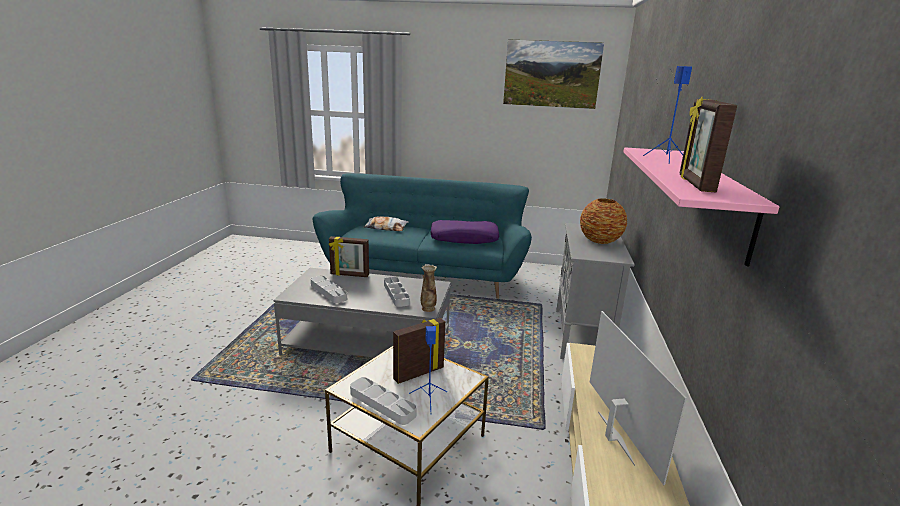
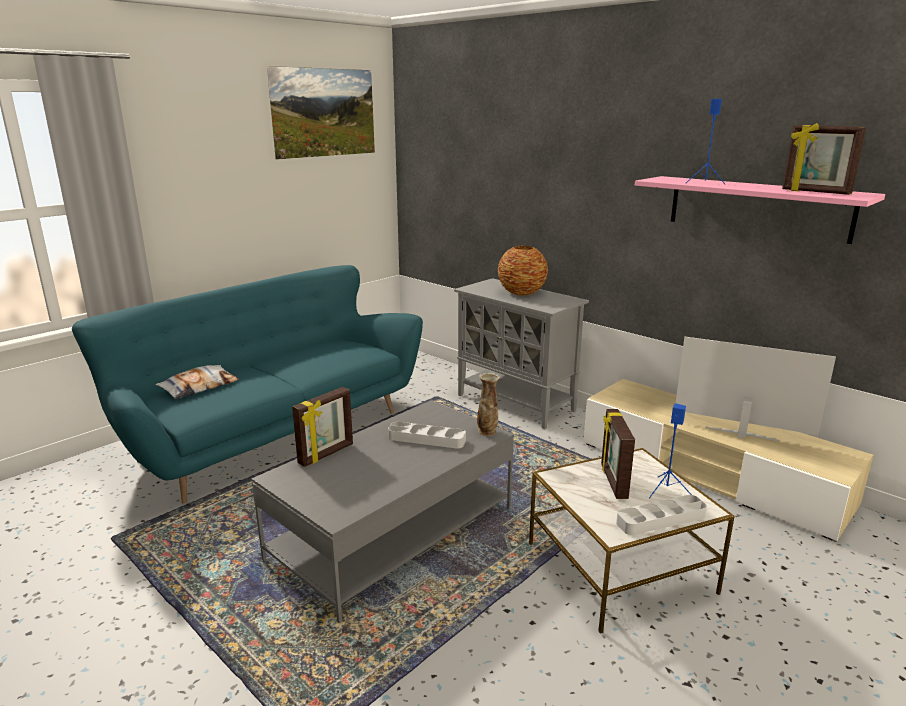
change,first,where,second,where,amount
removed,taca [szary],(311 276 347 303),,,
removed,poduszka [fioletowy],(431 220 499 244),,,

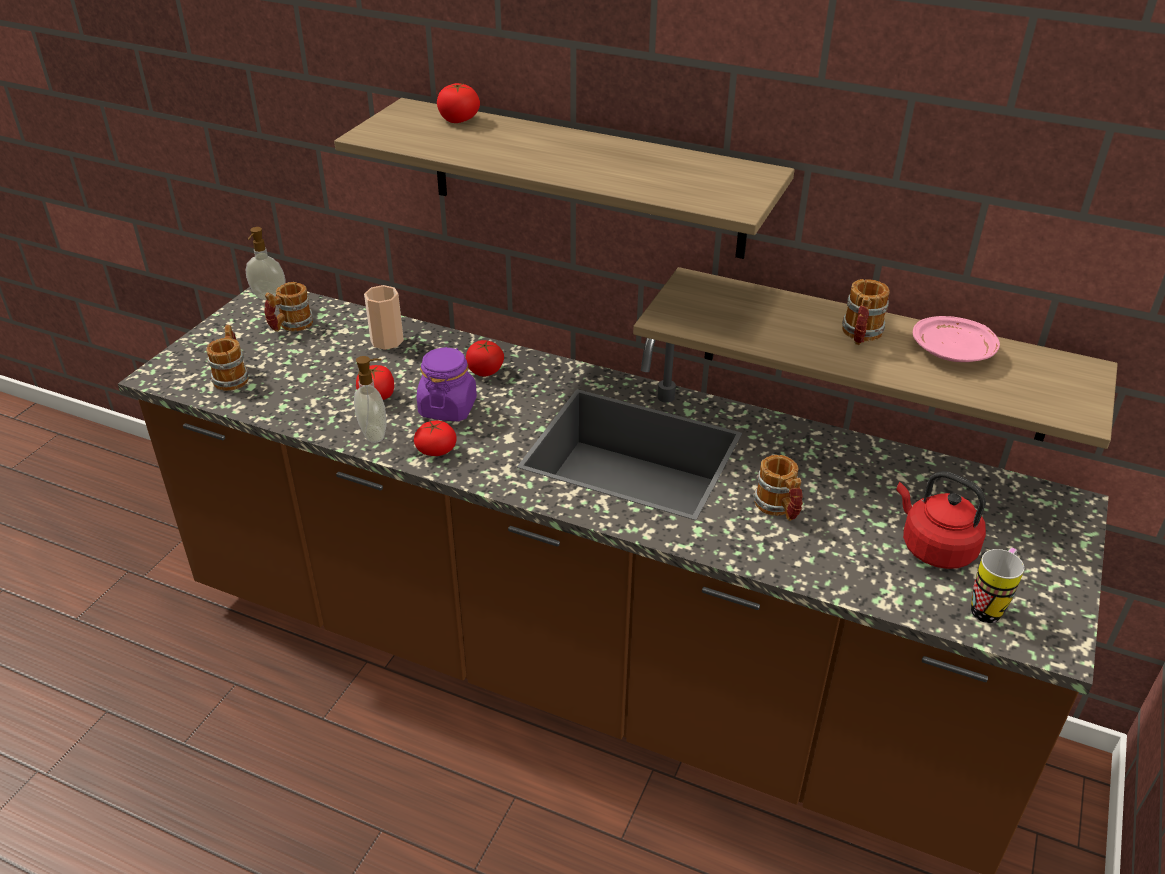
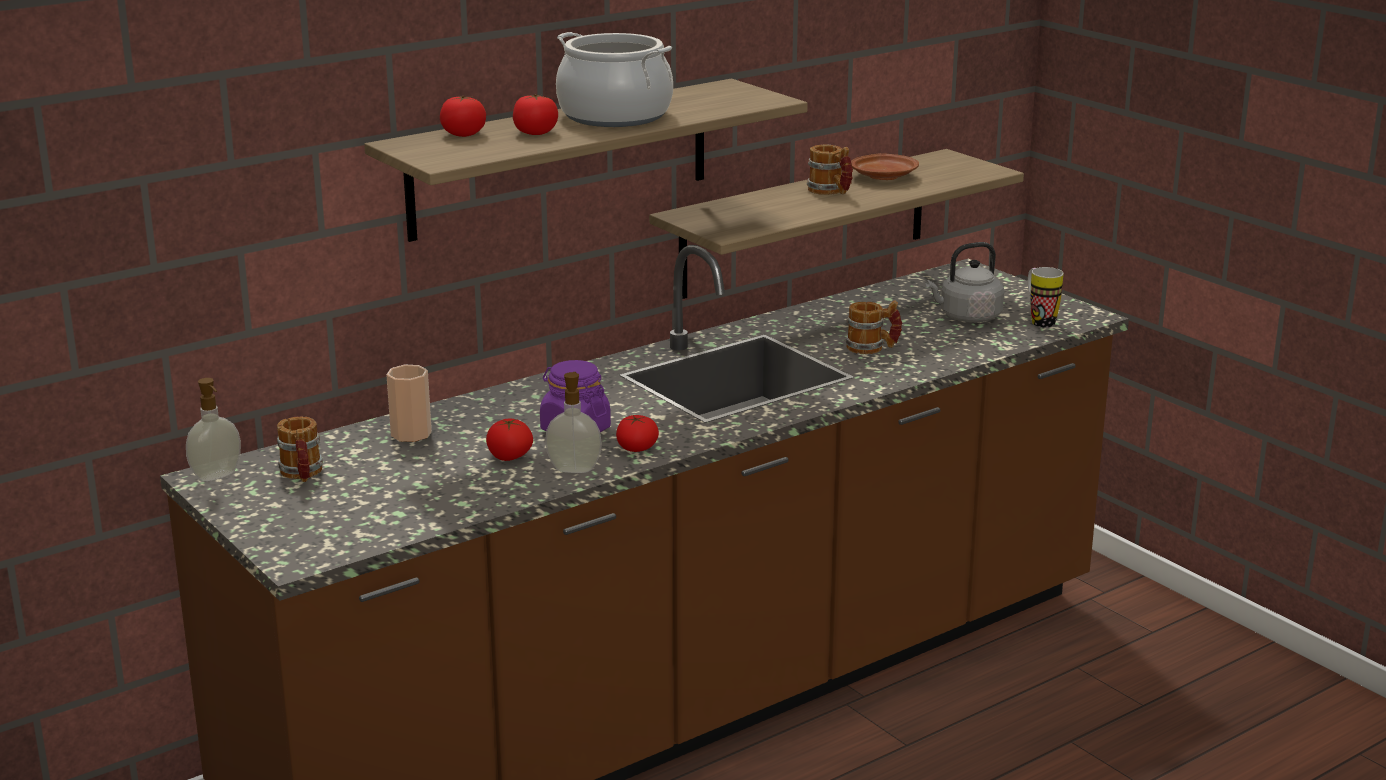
change,first,where,second,where,amount
removed,kubek,(206 325 249 391),,,
moved,pomidor,(466 340 504 377),,(513 94 558 135),
recoloured,czajnik [czerwony],(896 471 986 569),czajnik [szary],(925 242 1004 322),
recoloured,talerz [różowy],(913 316 1000 362),talerz [brązowy],(851 153 919 180),
added,,,garnek,(556 32 673 127),

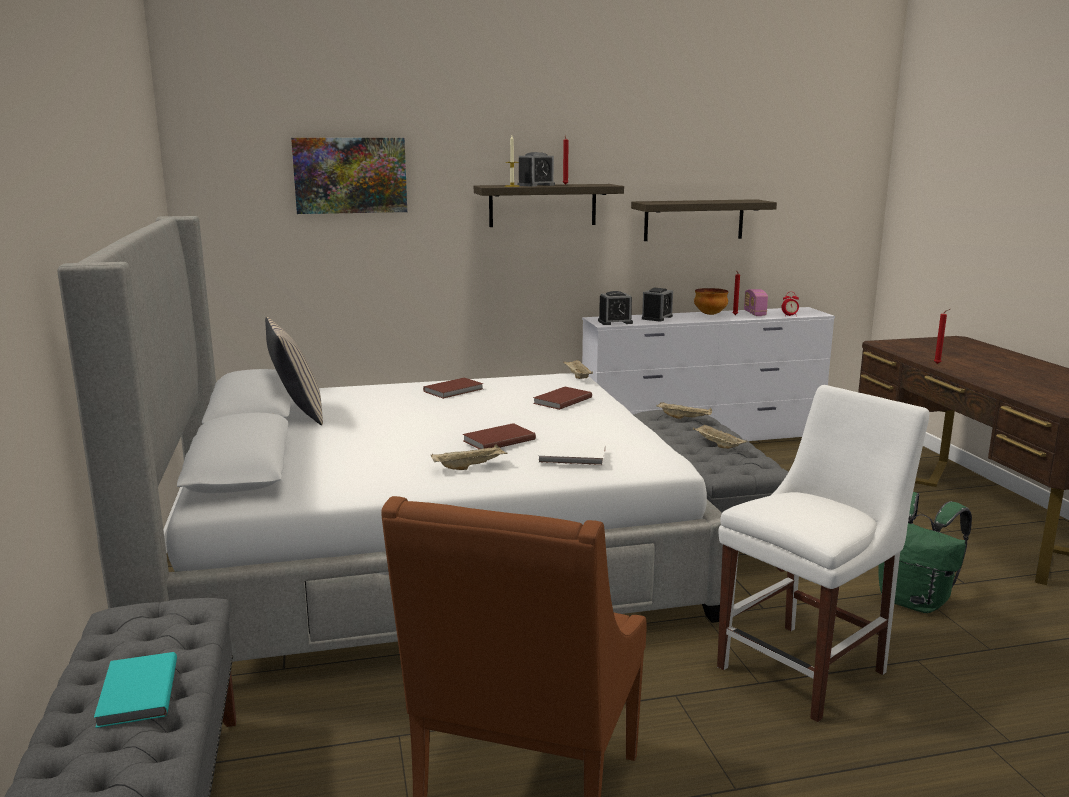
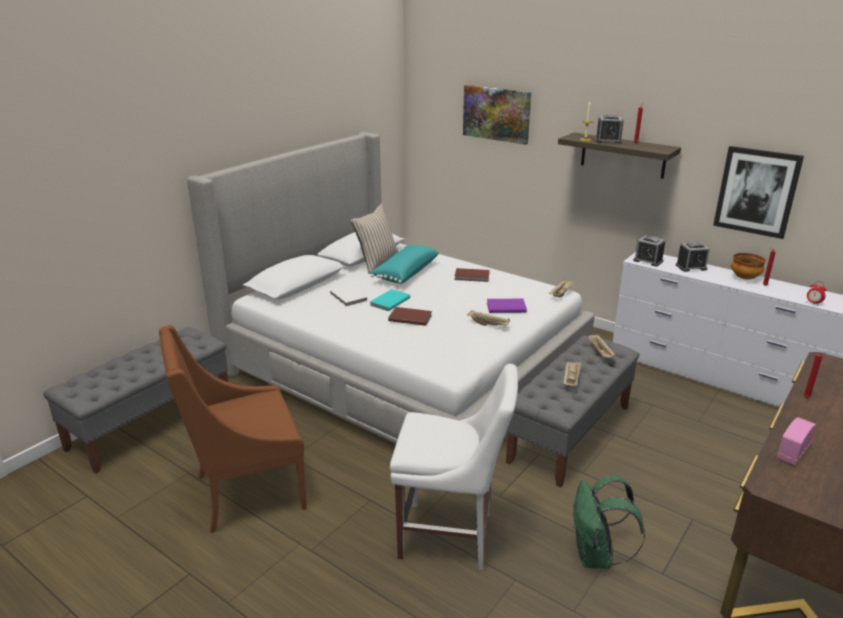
change,first,where,second,where,amount
moved,książka [turkusowy],(94 652 177 728),,(370 289 410 311),
moved,taca [beżowy],(431 444 508 470),,(467 310 510 326),
recoloured,książka [brązowy],(533 387 592 410),książka [fioletowy],(487 299 527 313),
moved,książka [biały],(538 442 605 466),,(330 285 367 307),
replaced,półka,(631 199 777 241),obraz,(713 146 804 239),
moved,radio,(744 289 768 316),,(777 417 816 465),
added,,,poduszka [turkusowy],(370 245 439 284),

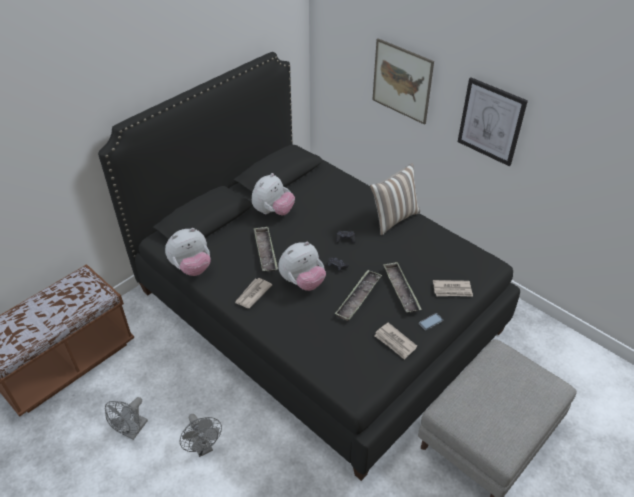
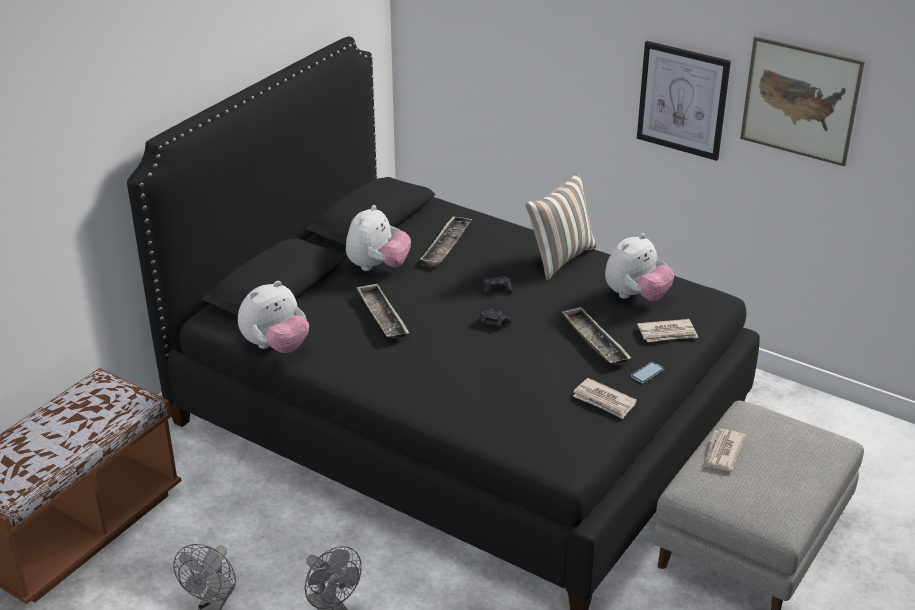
change,first,where,second,where,amount
moved,gazeta,(235 278 272 308),,(704 429 746 471),
moved,pluszak,(278 242 326 291),,(605 233 674 301),
moved,taca,(335 270 382 321),,(420 216 472 267),
moved,obraz,(372 38 434 125),,(740 36 865 167),

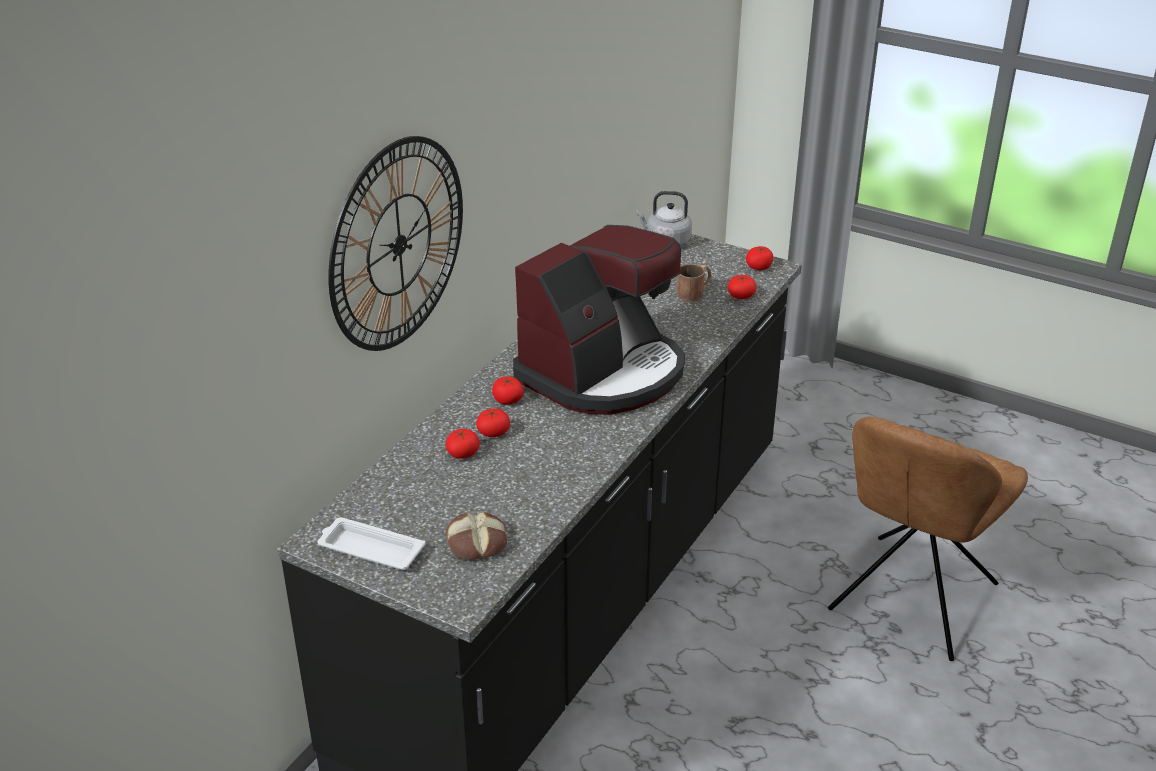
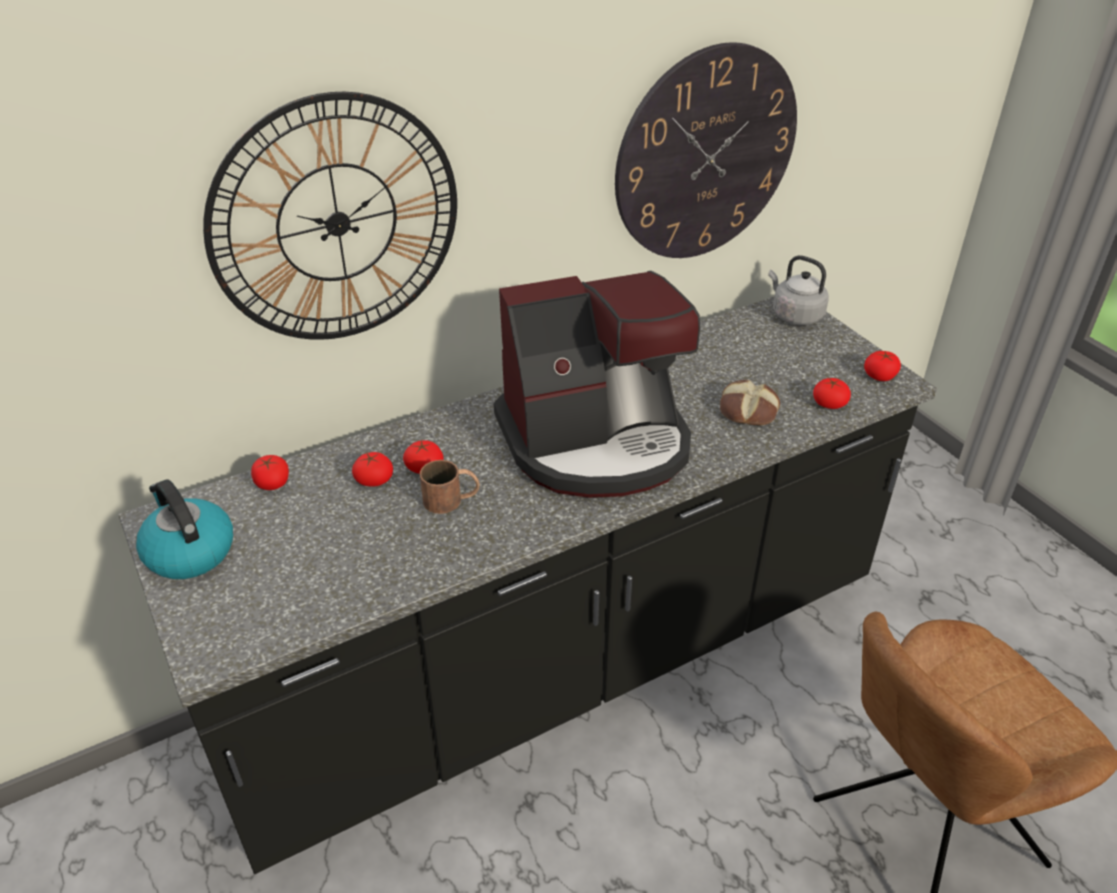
change,first,where,second,where,amount
replaced,taca [biały],(317 517 425 570),czajnik,(136 479 233 579),
moved,chleb,(446 512 507 560),,(720 380 780 425),
moved,pomidor,(492 377 524 404),,(251 455 289 490),
moved,kubek [brązowy],(676 264 712 301),,(420 460 480 514),
added,,,zegar ścienny,(615 42 797 258),

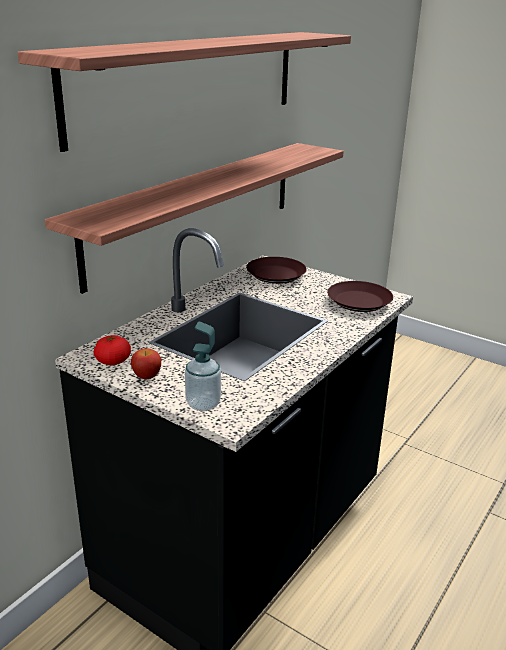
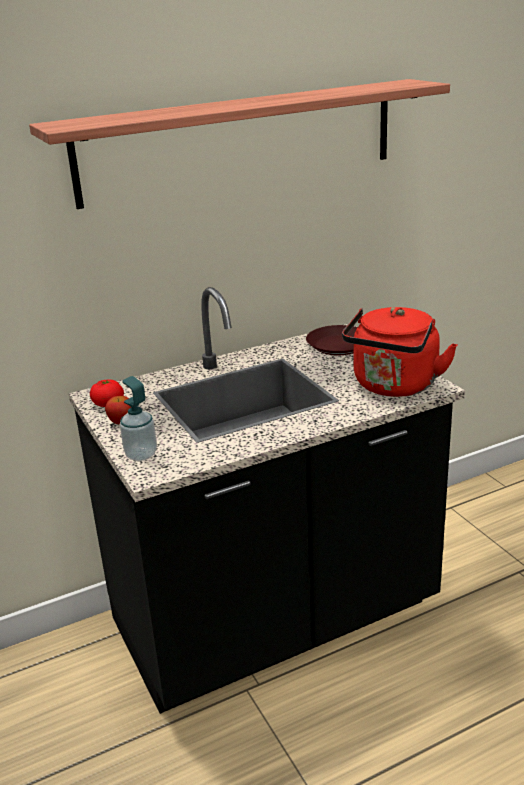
change,first,where,second,where,amount
removed,półka,(45 143 344 294),,,
replaced,talerz [brązowy],(327 281 393 312),czajnik [czerwony],(342 307 457 397),

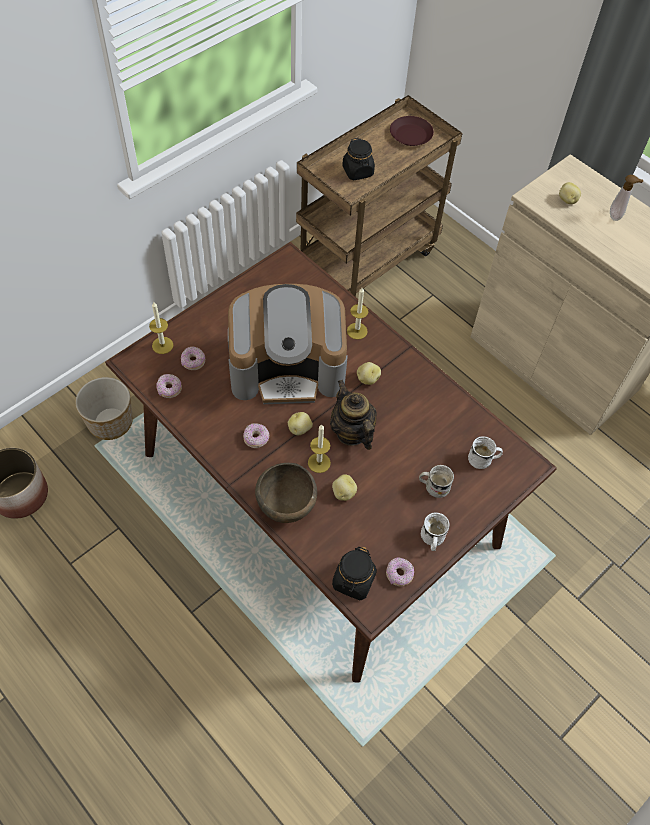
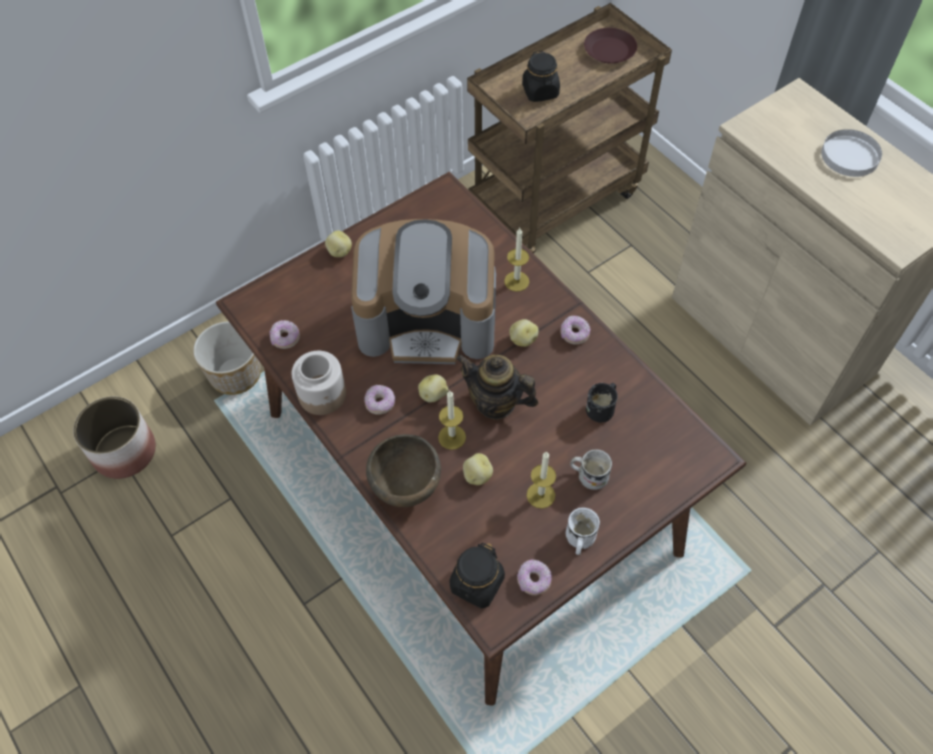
change,first,where,second,where,amount
moved,świeca,(149 302 173 354),,(527 451 556 509),
moved,donut,(181 347 205 370),,(560 315 590 345),
turned,imbryk,(330 380 377 450),,(456 354 538 419),45 degrees counterclockwise
removed,kubek [biały],(468 436 503 469),,,
moved,ziemniak,(559 182 581 204),,(325 231 352 257),
replaced,dozownik mydła,(610 175 643 221),talerz [biały],(821 129 882 177),
added,,,słoik,(291 351 346 415),
added,,,kubek [czarny],(586 383 618 423),

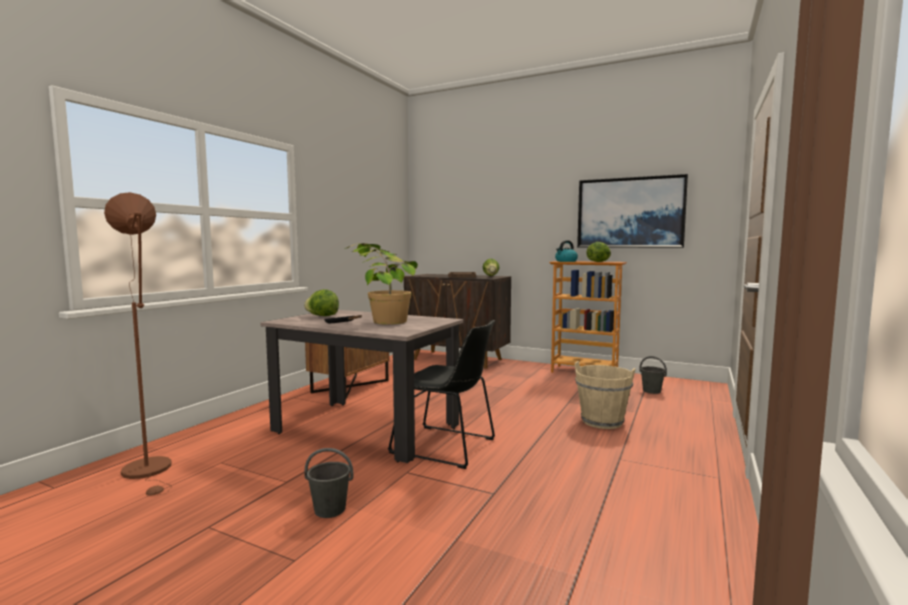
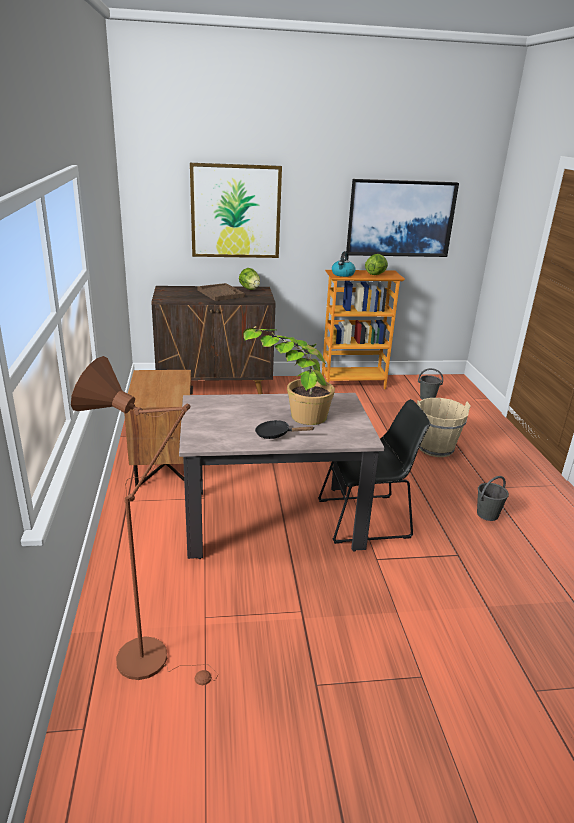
change,first,where,second,where,amount
removed,sałata,(304 289 339 316),,,
moved,wiadro [szary],(304 448 354 518),,(477 476 509 521),
added,,,obraz,(190 163 282 258),

